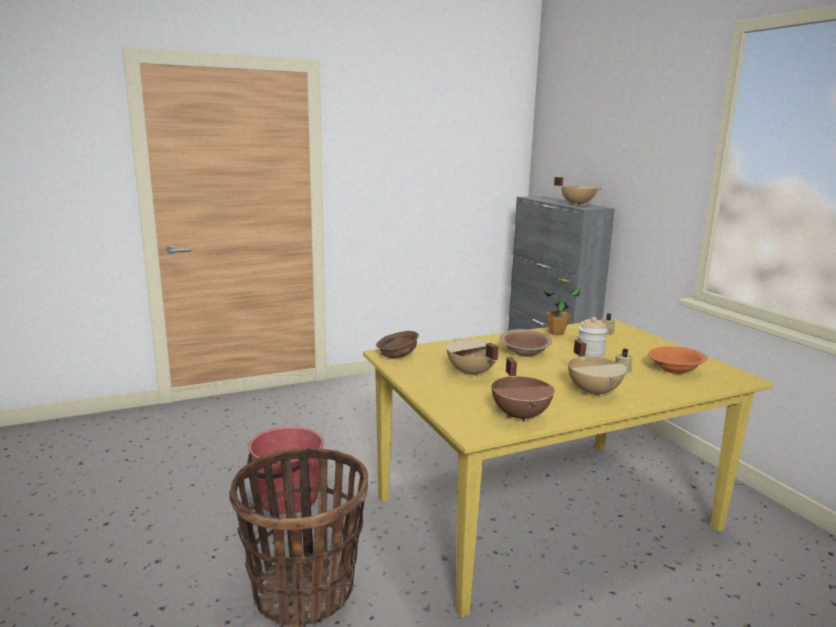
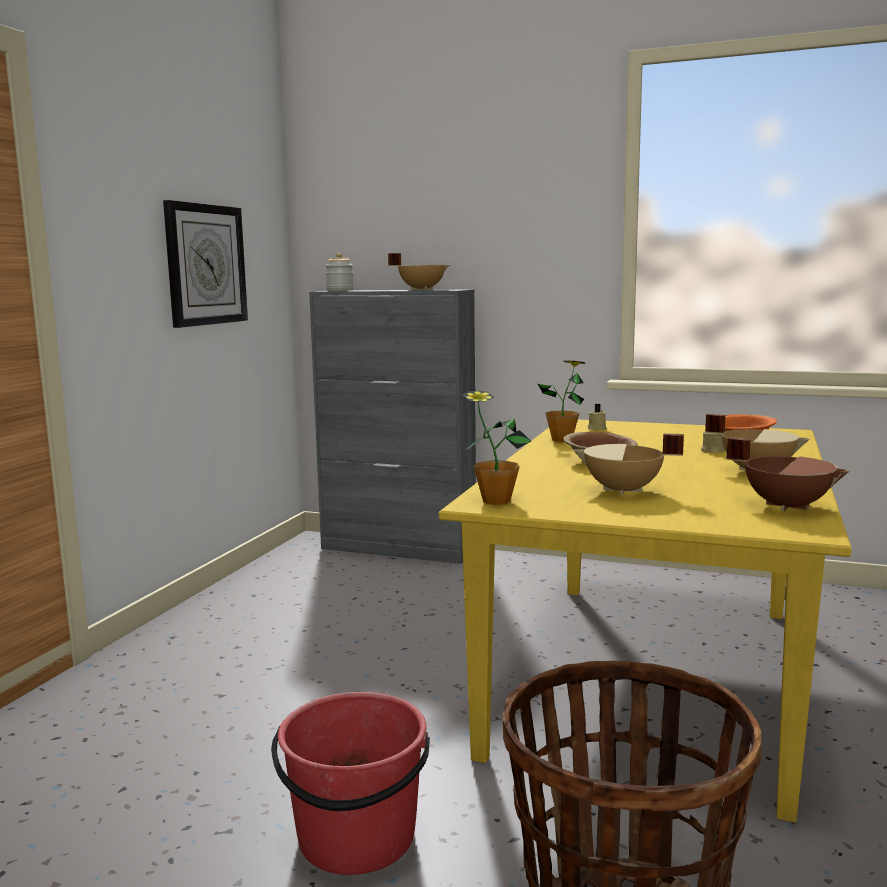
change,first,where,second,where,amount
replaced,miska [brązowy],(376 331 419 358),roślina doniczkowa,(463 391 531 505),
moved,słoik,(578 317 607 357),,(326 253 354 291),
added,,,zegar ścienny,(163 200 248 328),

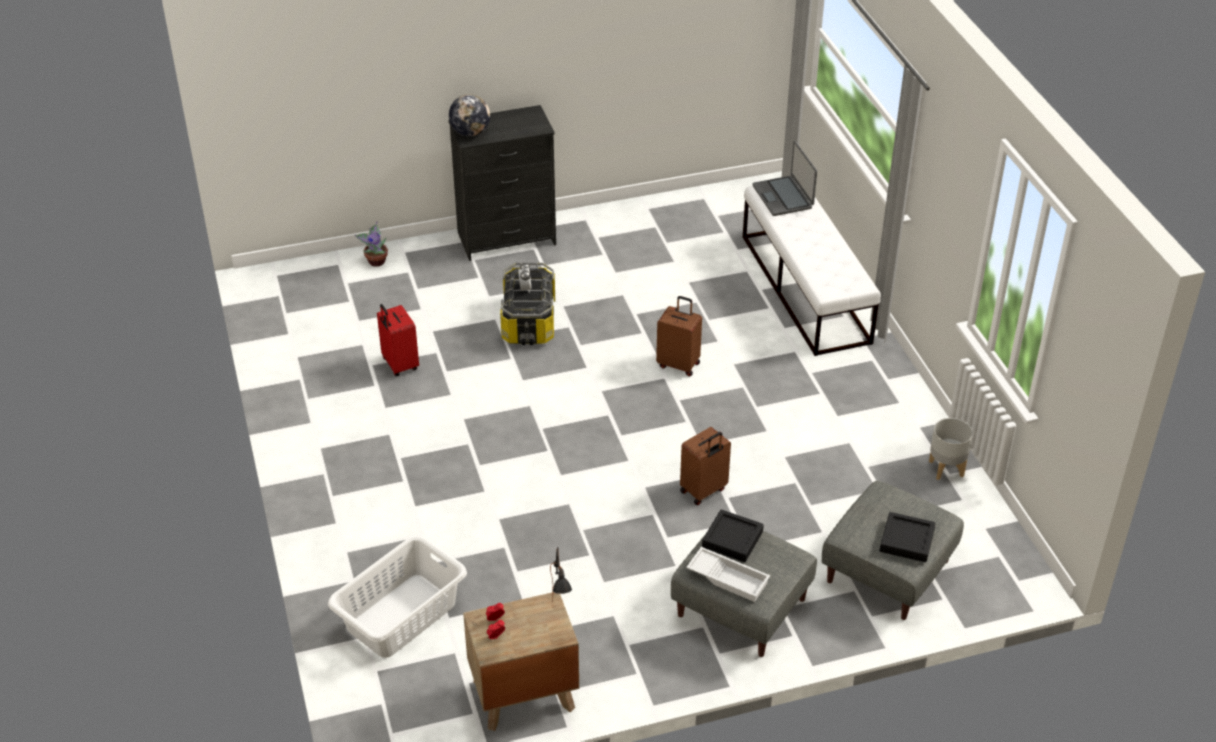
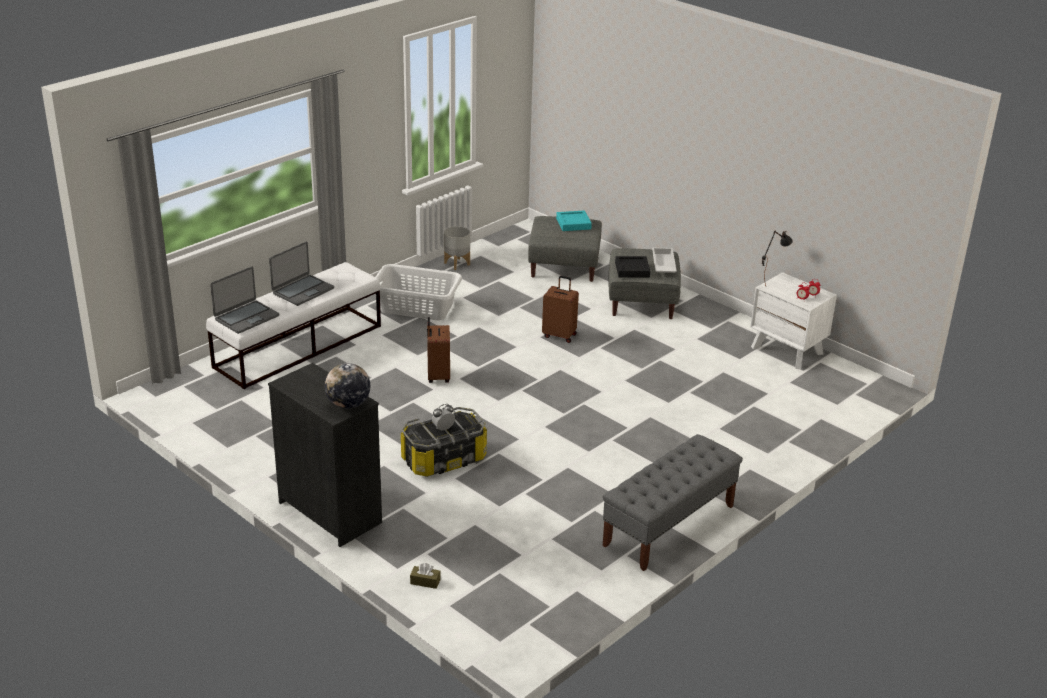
change,first,where,second,where,amount
moved,kosz na pranie [biały],(328 535 467 658),,(376 264 462 320),
replaced,roślina doniczkowa,(355 222 388 267),pudełko chusteczek [brązowy],(410 563 441 589),
removed,walizka [czerwony],(377 304 419 376),,,
recoloured,szafka nocna [brązowy],(463 592 579 731),szafka nocna [biały],(750 272 837 369),
recoloured,taca [czarny],(879 512 936 562),taca [turkusowy],(556 210 592 231),
added,,,laptop,(269 242 334 306),
added,,,ławka [szary],(603 434 743 571),

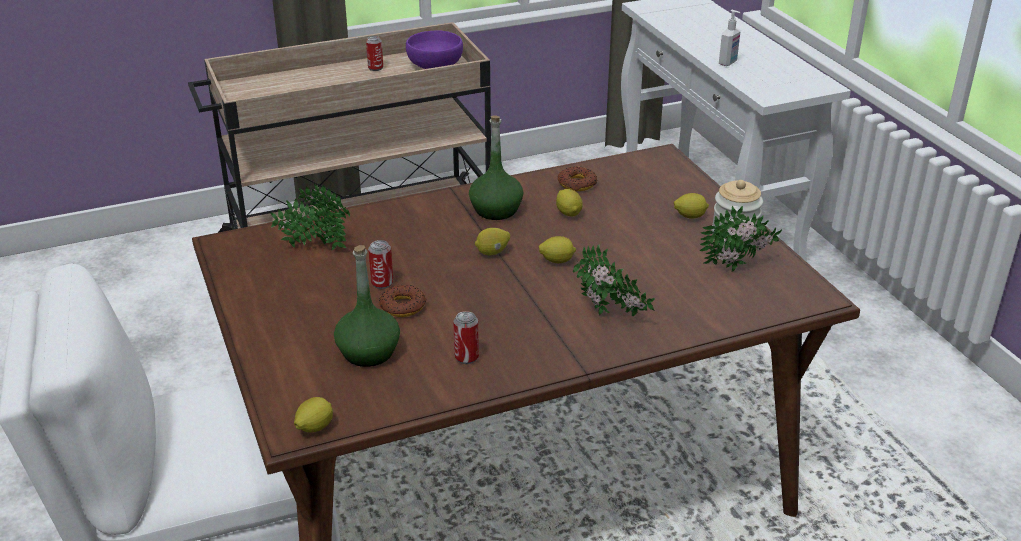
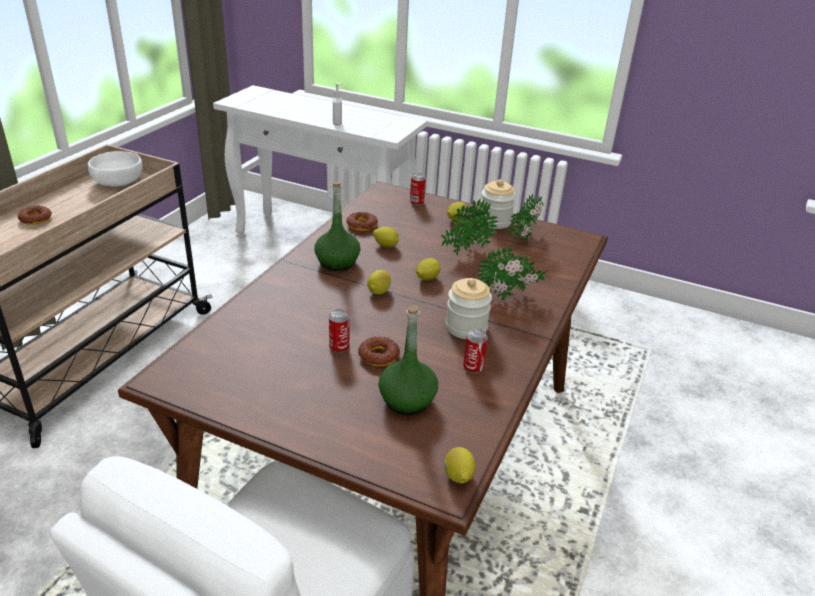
change,first,where,second,where,amount
moved,roślina doniczkowa,(270 184 350 250),,(441 199 498 256),
moved,puszka,(366 36 383 71),,(410 173 426 206),
recoloured,miska [fioletowy],(406 30 463 69),miska [biały],(88 151 143 187),
added,,,donut,(18 206 52 225),
added,,,słoik,(446 278 492 339),

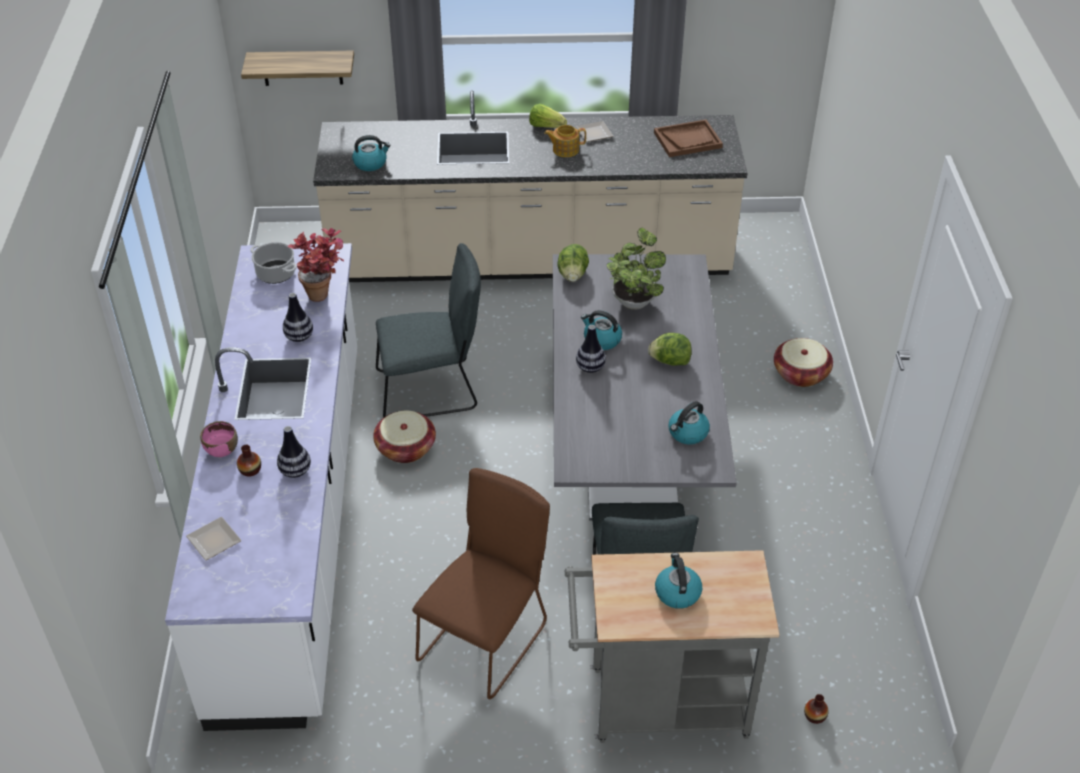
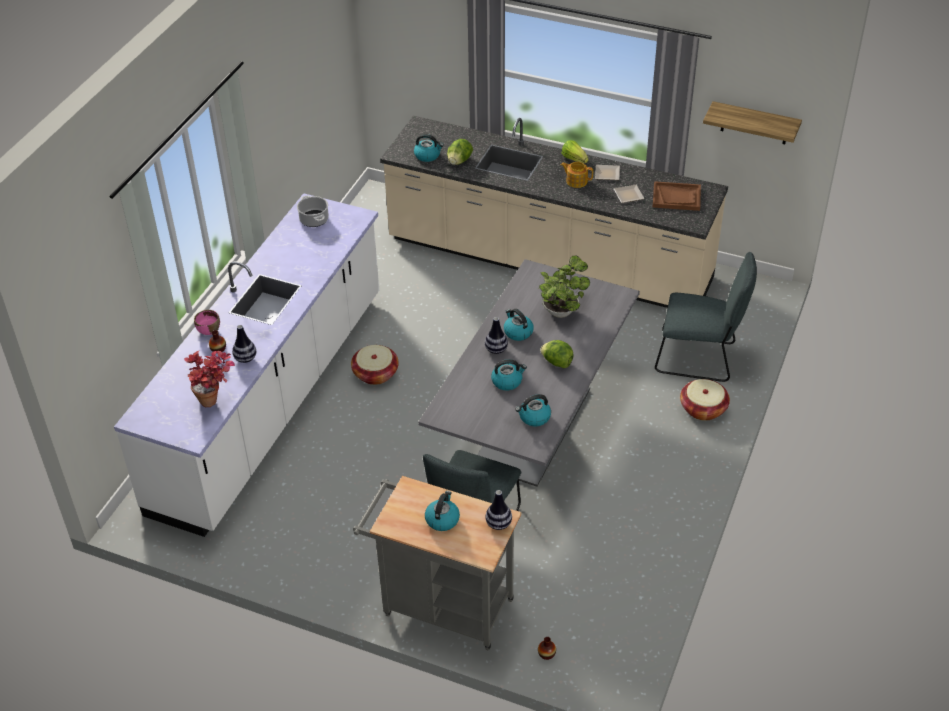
change,first,where,second,where,amount
moved,talerz,(186 517 242 561),,(614 185 645 203),
moved,półka,(241 51 354 86),,(703 101 802 145),
moved,wazon,(283 293 313 342),,(485 490 512 530),
moved,roślina doniczkowa,(287 228 344 302),,(184 351 235 407),
moved,krzesło [szary],(376 243 481 417),,(655 252 757 382),
removed,krzesło [brązowy],(412 468 550 699),,,
moved,sałata,(557 244 589 282),,(447 139 473 165),
added,,,czajnik,(491 359 527 390),

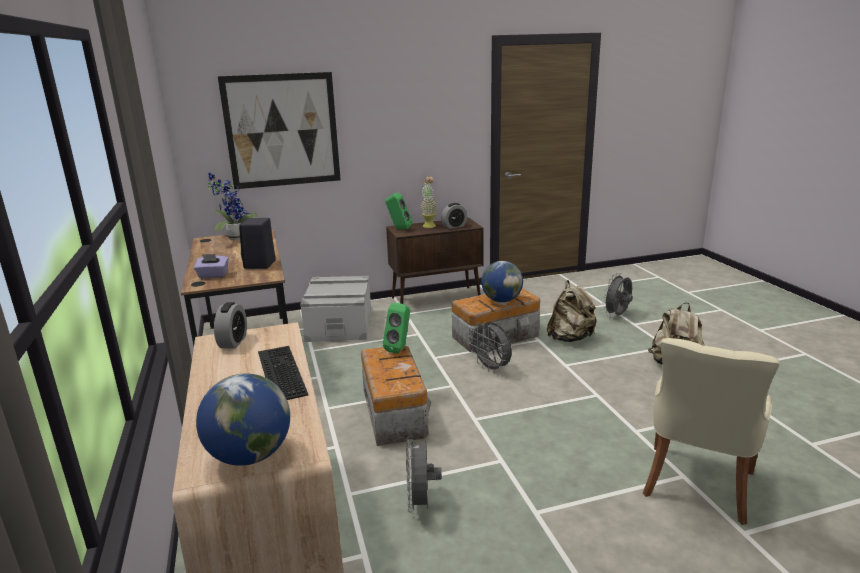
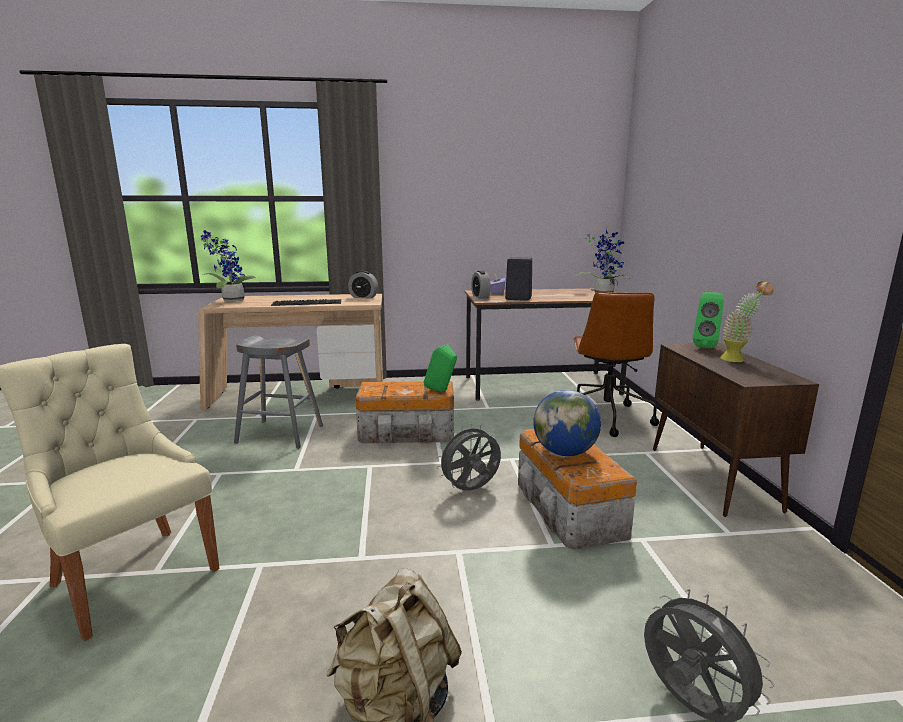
change,first,where,second,where,amount
replaced,globus,(196 373 290 466),roślina doniczkowa,(201 230 256 302),
removed,obraz,(218 72 341 189),,,
replaced,pojemnik do przechowywania [szary],(300 276 371 342),krzesło biurowe [brązowy],(573 292 659 437),
replaced,wentylator [szary],(406 436 442 513),stołek [szary],(234 336 323 449),
moved,budzik,(441 203 467 229),,(471 271 491 299),
removed,plecak [beżowy],(547 280 597 342),,,

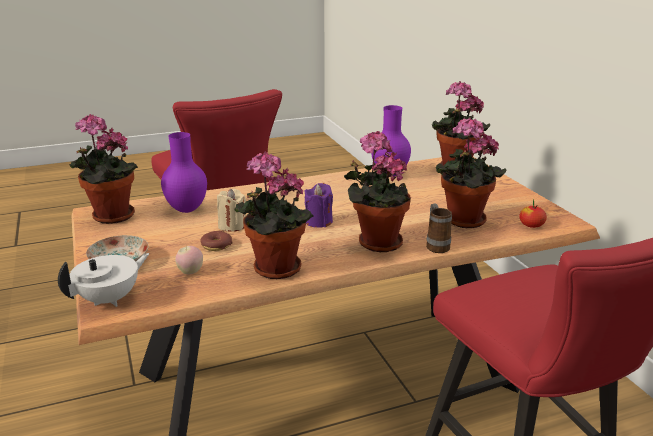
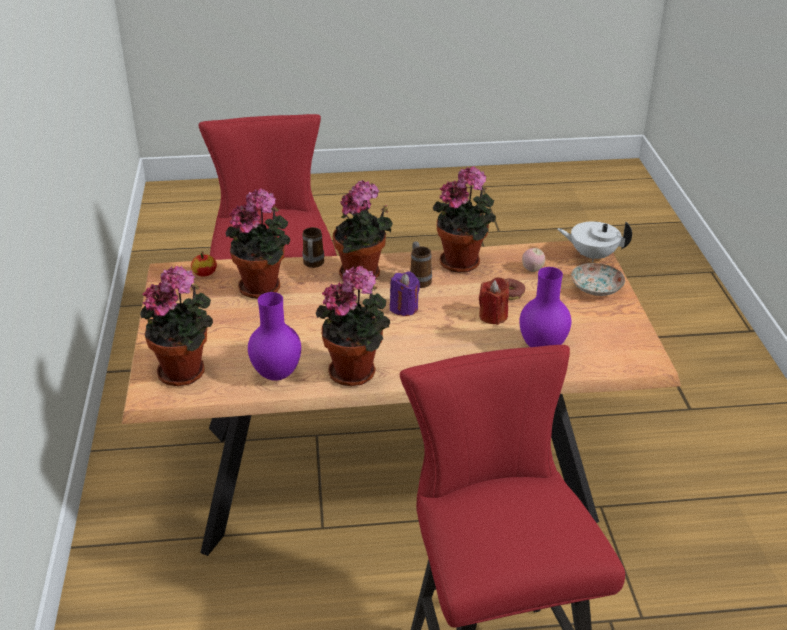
change,first,where,second,where,amount
turned,imbryk [biały],(58 253 149 307),,(558 221 632 262),45 degrees clockwise
moved,roślina doniczkowa,(70 114 139 224),,(316 266 390 386),
recoloured,świeca [beżowy],(217 189 246 232),świeca [czerwony],(479 277 509 325),
added,,,kubek,(410 241 432 288),

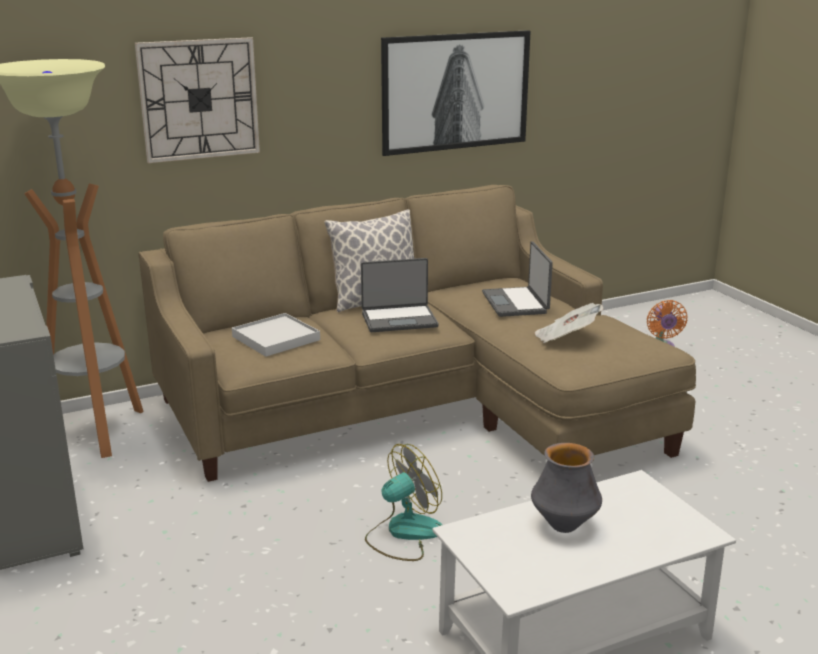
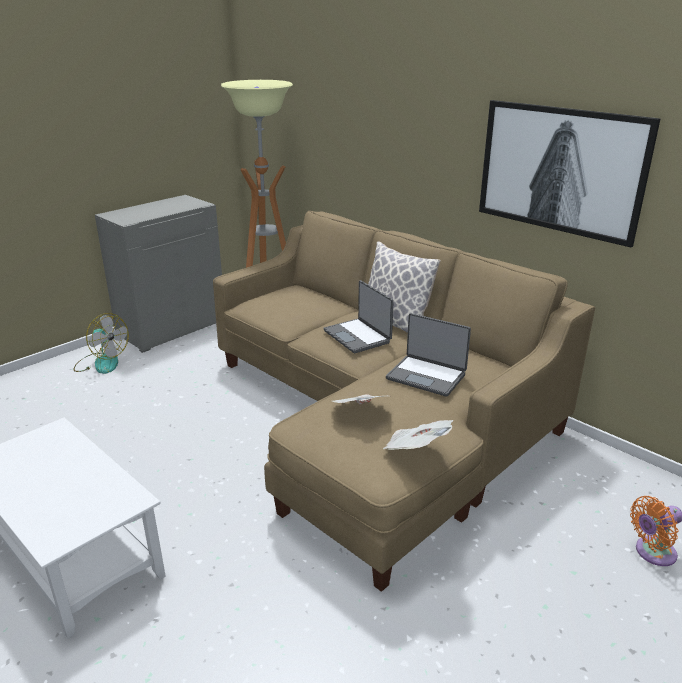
change,first,where,second,where,amount
removed,zegar ścienny,(135 37 260 163),,,
removed,taca [biały],(232 313 320 357),,,
moved,wentylator,(365 444 442 561),,(74 313 129 374),
turned,laptop,(482 241 553 317),,(386 313 471 397),120 degrees counterclockwise
removed,wazon,(531 443 602 533),,,
added,,,gazeta,(383 420 453 450),

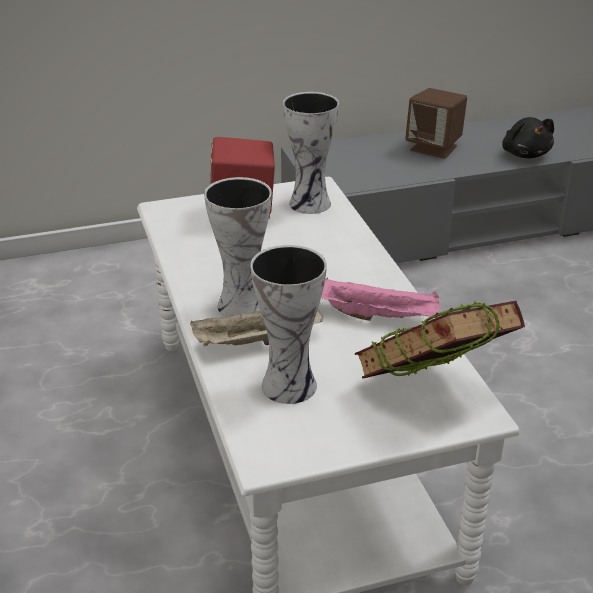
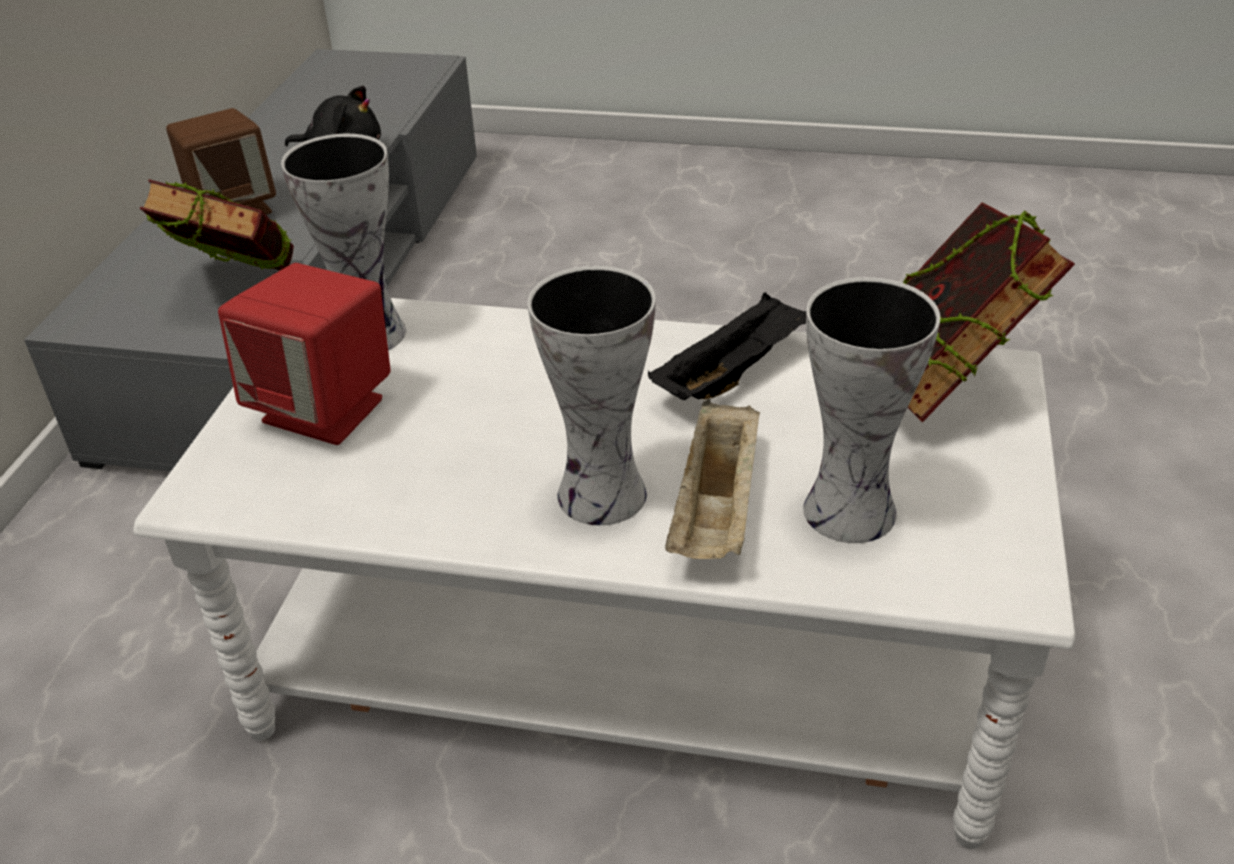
change,first,where,second,where,amount
recoloured,taca [różowy],(321 277 440 321),taca [czarny],(648 292 806 400),
added,,,książka,(140 179 294 270),

